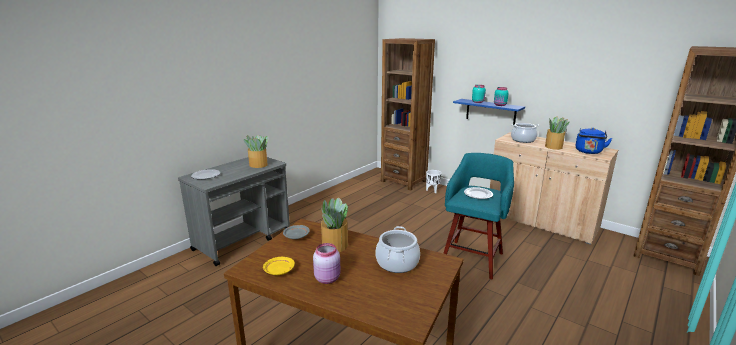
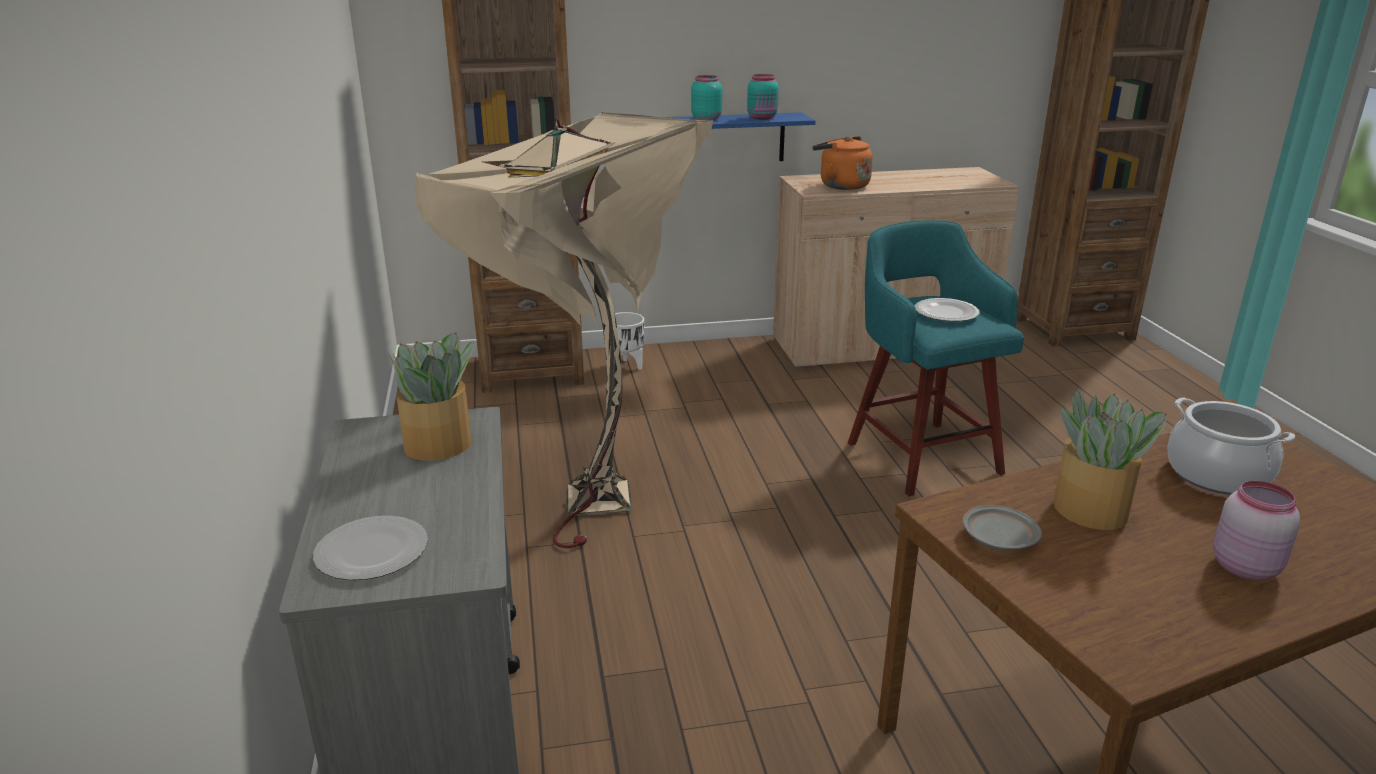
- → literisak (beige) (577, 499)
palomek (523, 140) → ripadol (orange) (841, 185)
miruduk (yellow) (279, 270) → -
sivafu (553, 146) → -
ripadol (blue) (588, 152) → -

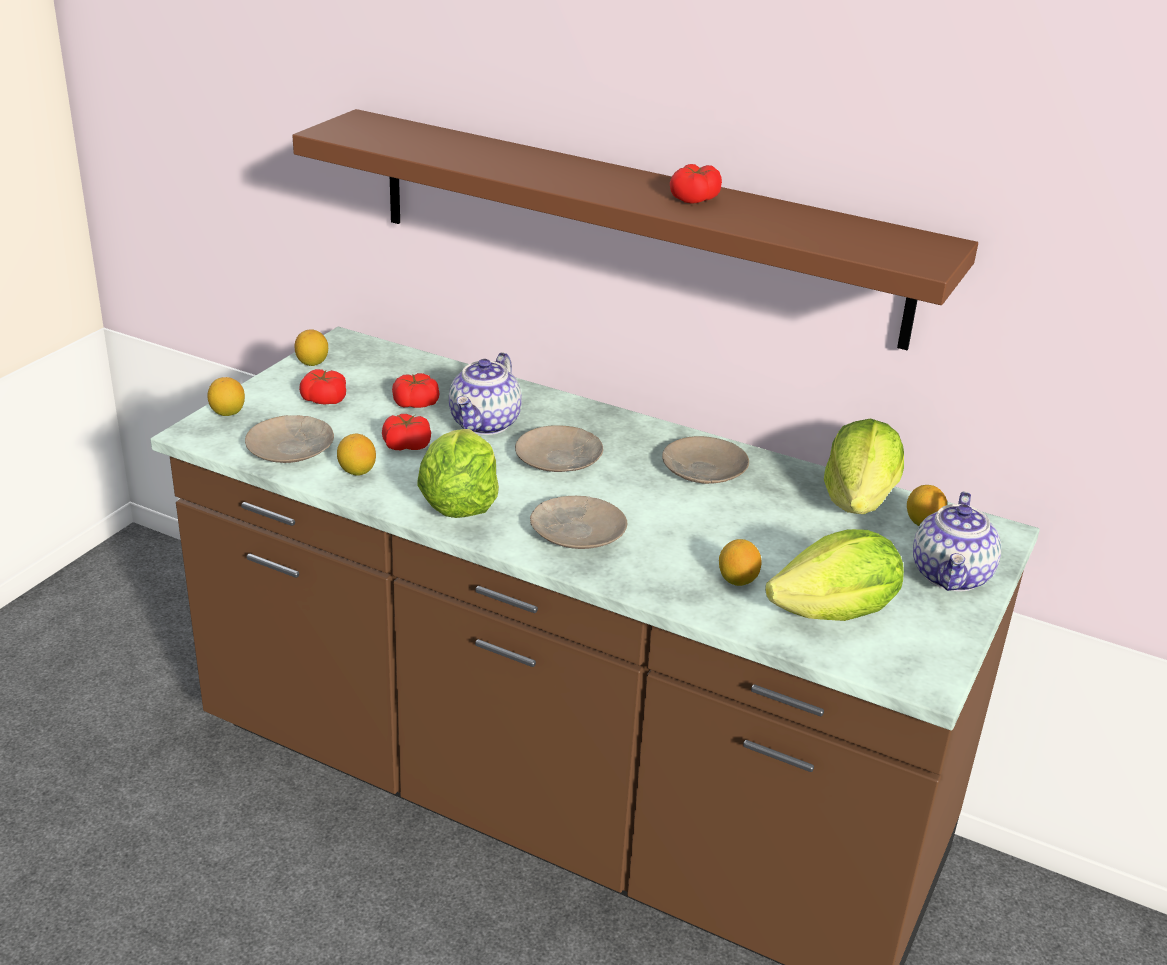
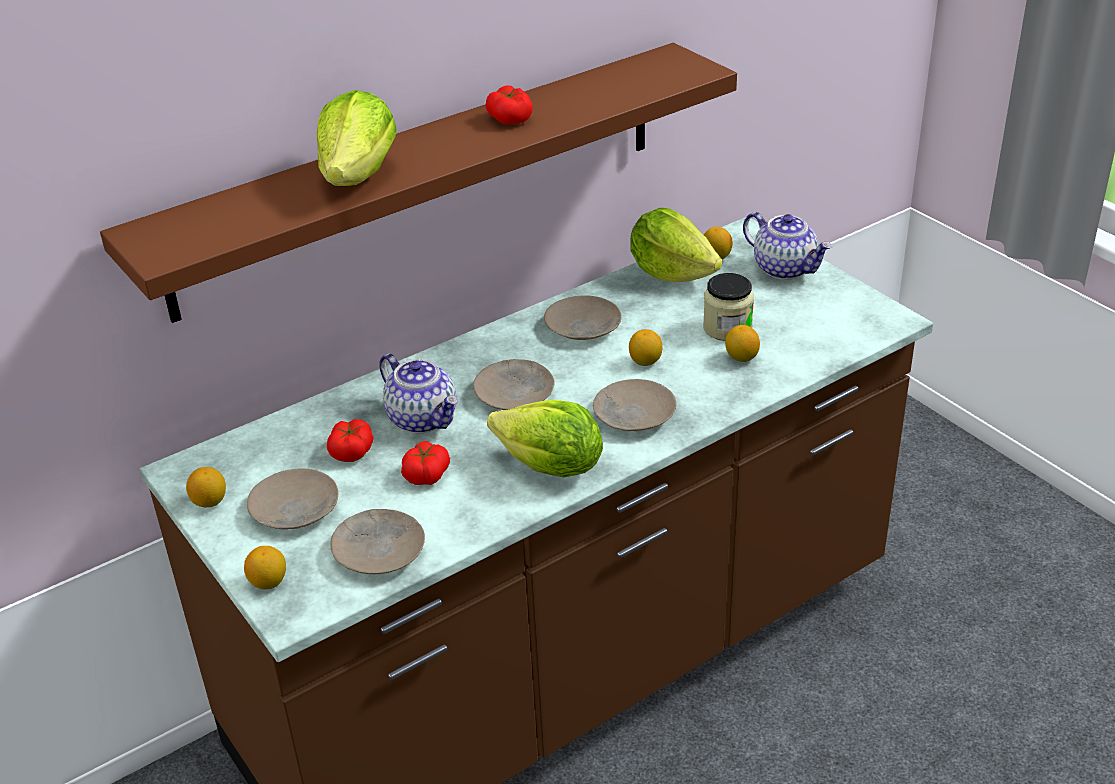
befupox (324, 399) → miruduk (beige) (295, 509)
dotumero (836, 614) → dotumero (359, 176), relocated
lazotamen (357, 471) → lazotamen (645, 362), relocated
- → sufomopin (727, 328)

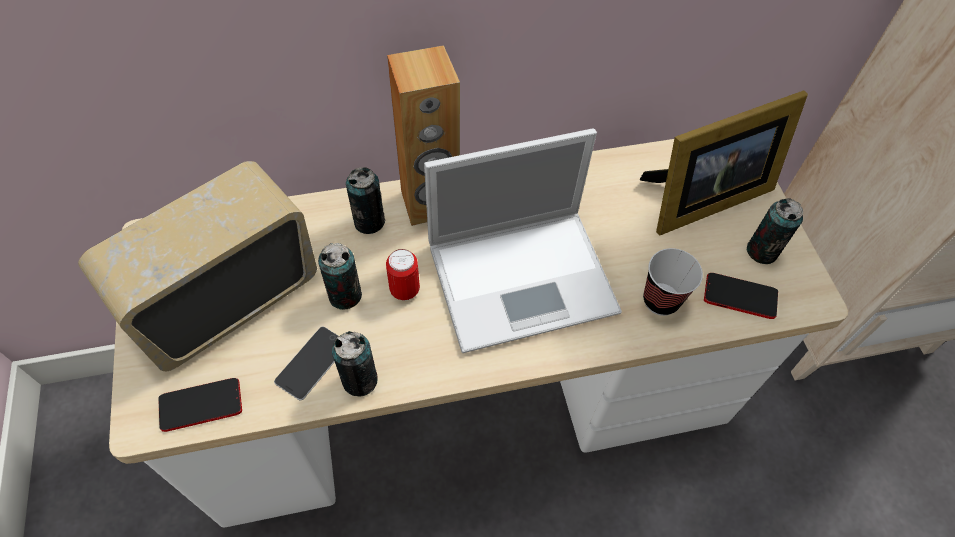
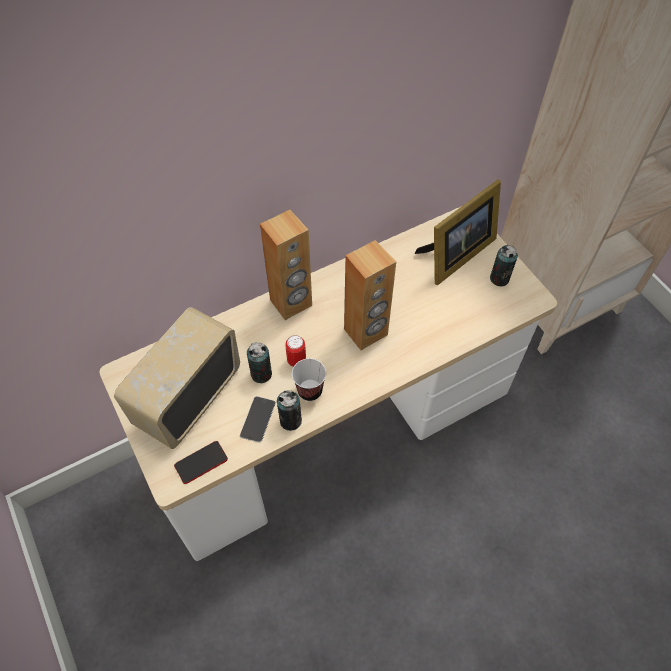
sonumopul (661, 300) → sonumopul (310, 391), relocated
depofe (525, 277) → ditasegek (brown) (366, 332)
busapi (369, 221) → -
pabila (740, 296) → -

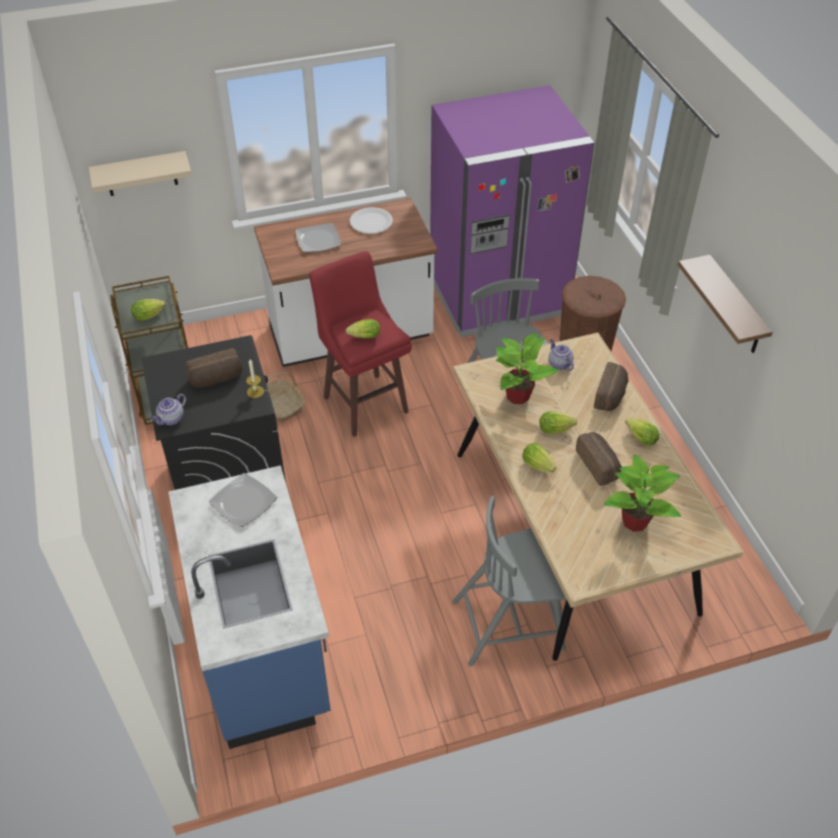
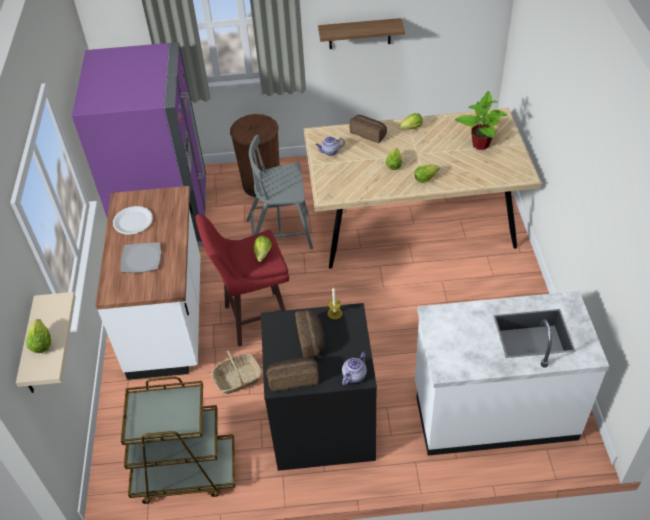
dotumero (150, 315) → dotumero (41, 341), relocated
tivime (599, 465) → tivime (293, 378), relocated
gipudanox (171, 419) → gipudanox (354, 375), 105 degrees counterclockwise
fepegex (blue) (264, 649) → fepegex (white) (493, 411)
miruduk (244, 502) → -
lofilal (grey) (510, 624) → -
sivafu (518, 395) → -

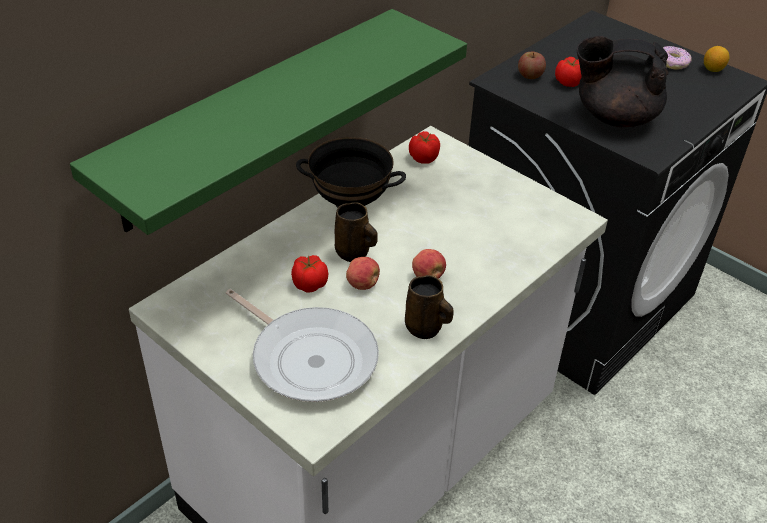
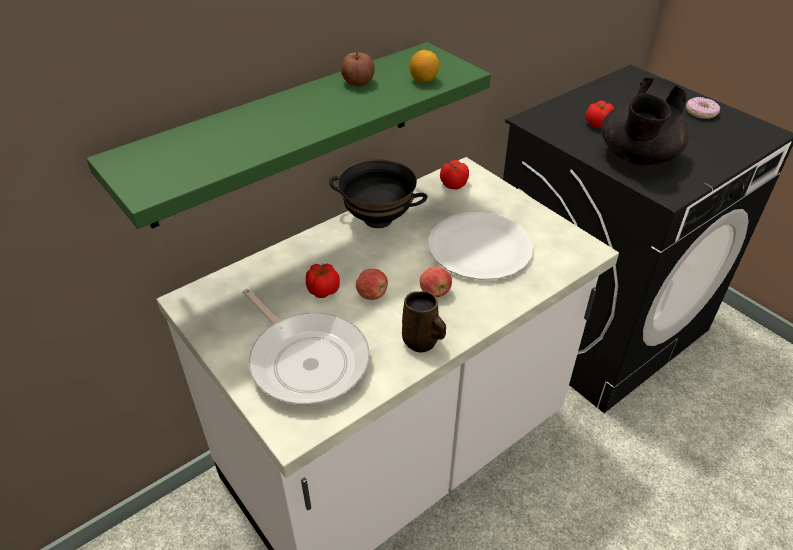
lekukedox (530, 75) → lekukedox (358, 82), relocated
lazotamen (713, 69) → lazotamen (423, 80), relocated
- → miruduk (white) (480, 248)
gipudanox (black) (614, 117) → gipudanox (black) (637, 157), 75 degrees counterclockwise
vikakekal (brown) (354, 253) → -

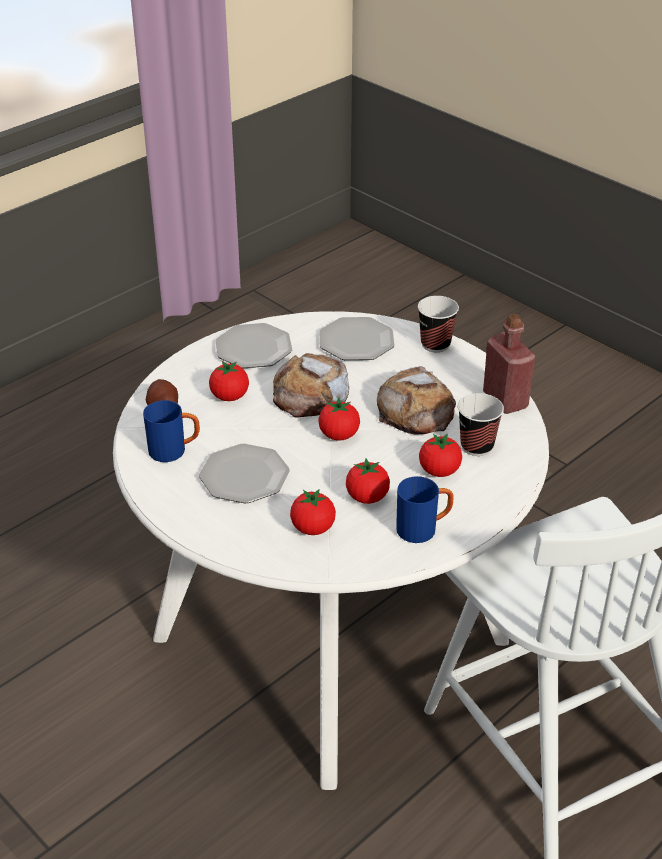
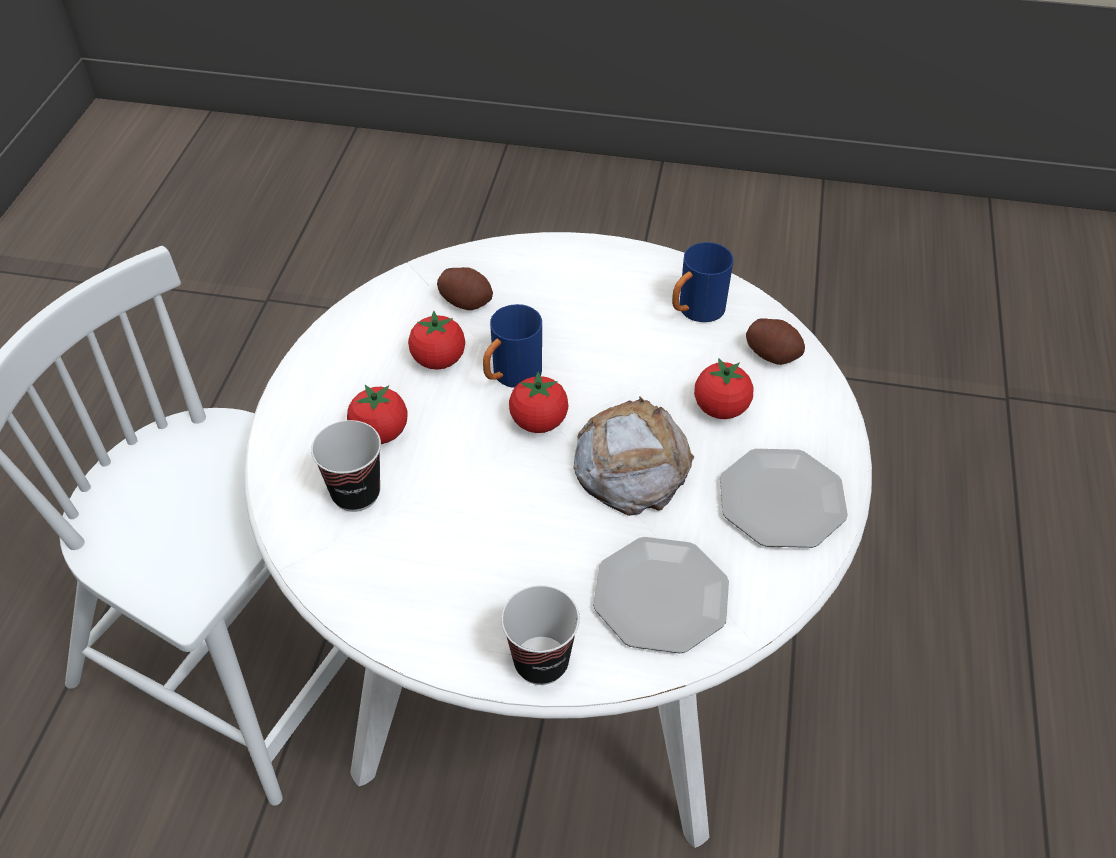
befupox (313, 528) → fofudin (466, 301)
vikakekal (blue) (423, 529) → vikakekal (blue) (510, 377), relocated
miruduk (243, 477) → -
tivime (416, 410) → -
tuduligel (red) (505, 400) → -

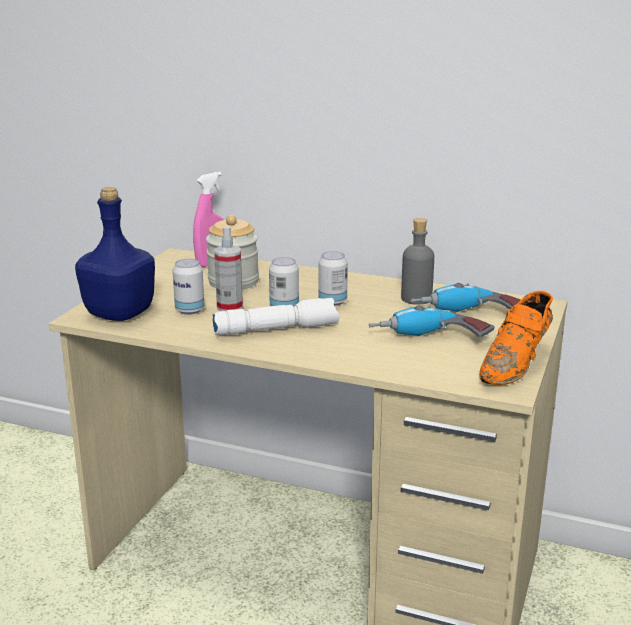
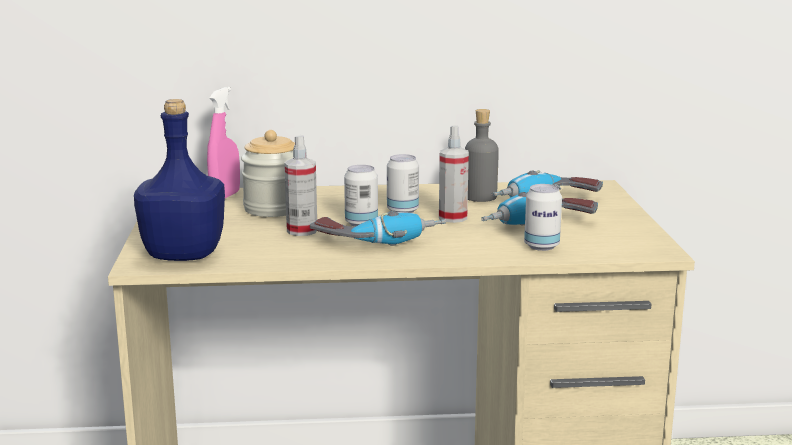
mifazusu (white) (276, 329) → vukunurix (378, 241)
- → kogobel (452, 218)
busapi (189, 310) → busapi (541, 246), relocated
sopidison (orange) (516, 365) → -

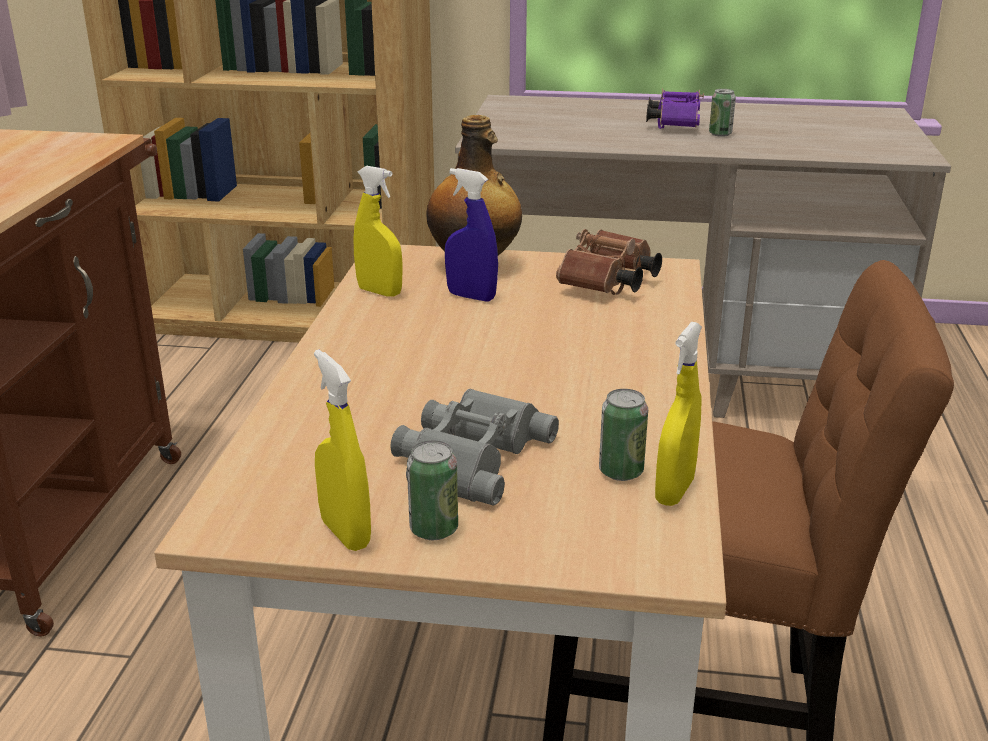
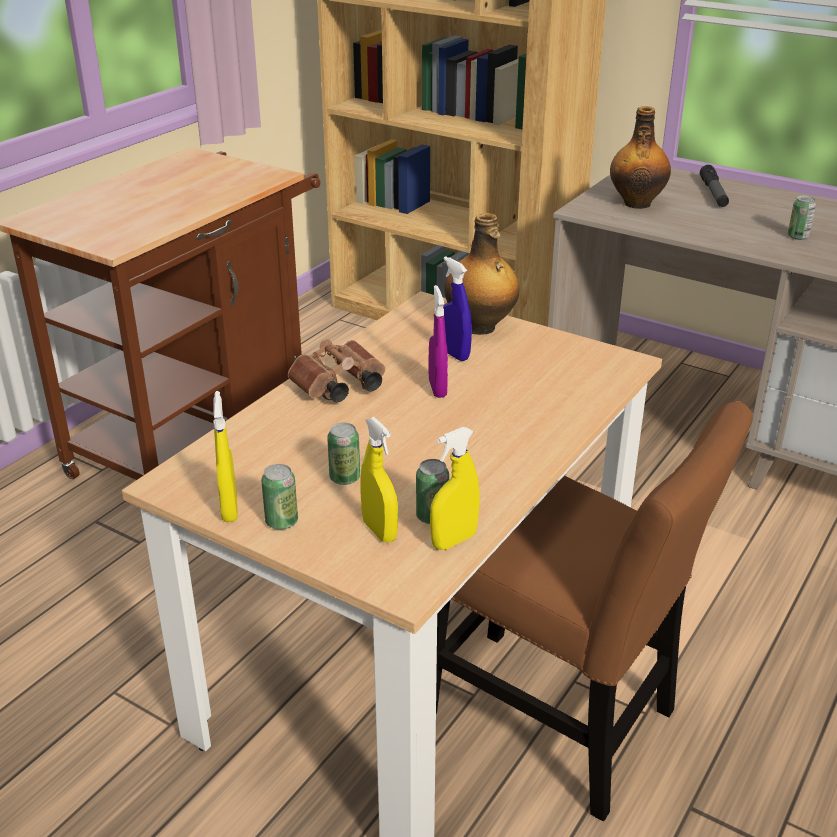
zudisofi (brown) (608, 284) → zudisofi (brown) (337, 388), relocated
zudisofi (grey) (468, 456) → busapi (345, 478)
kogobel (yellow) (379, 292) → kogobel (yellow) (379, 531), relocated
- → kogobel (purple) (437, 389)
- → tuduligel (637, 203)
- → mifazusu (713, 193)
zudisofi (purple) (674, 124) → -

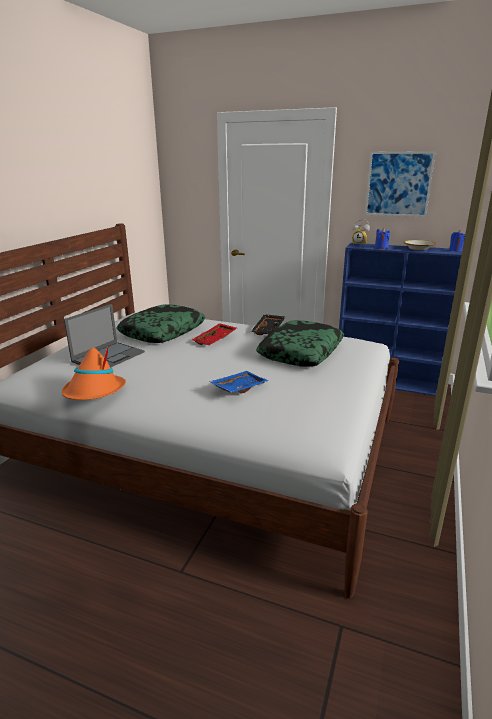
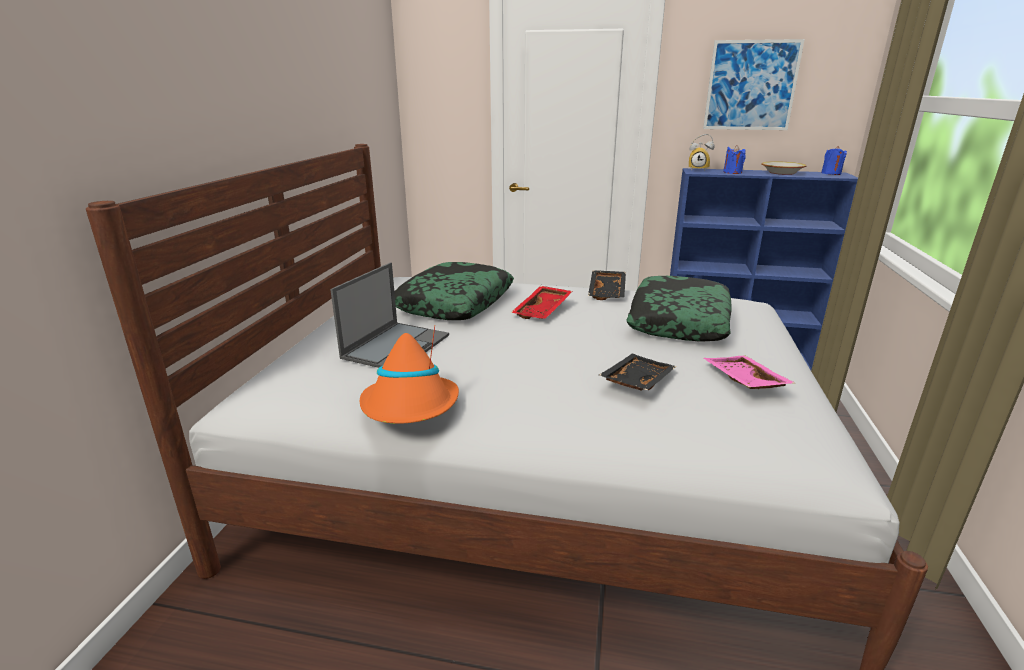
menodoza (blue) (238, 388) → menodoza (black) (636, 381)
- → menodoza (pink) (742, 381)

